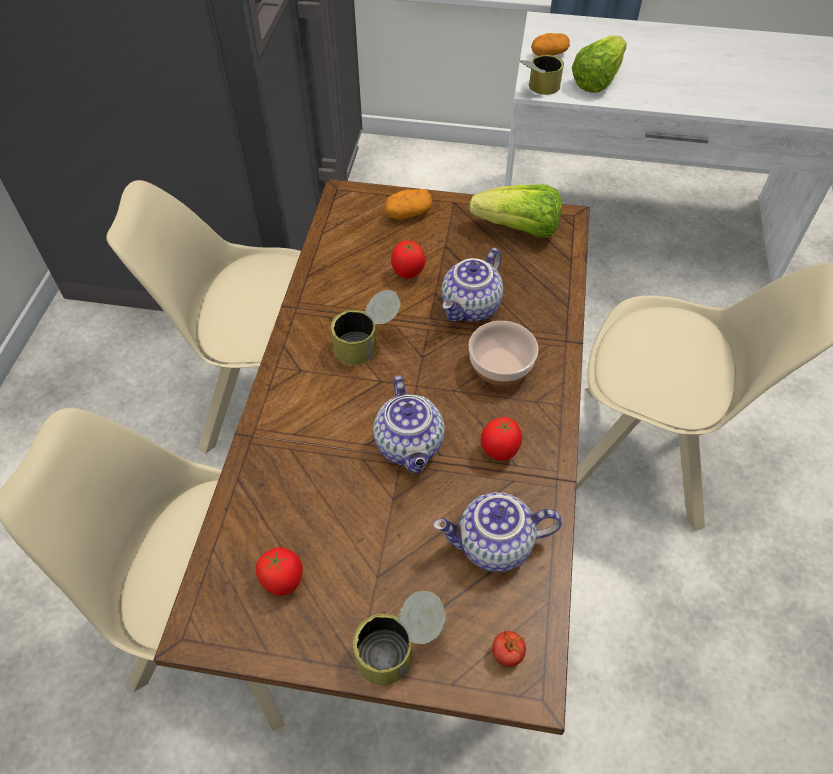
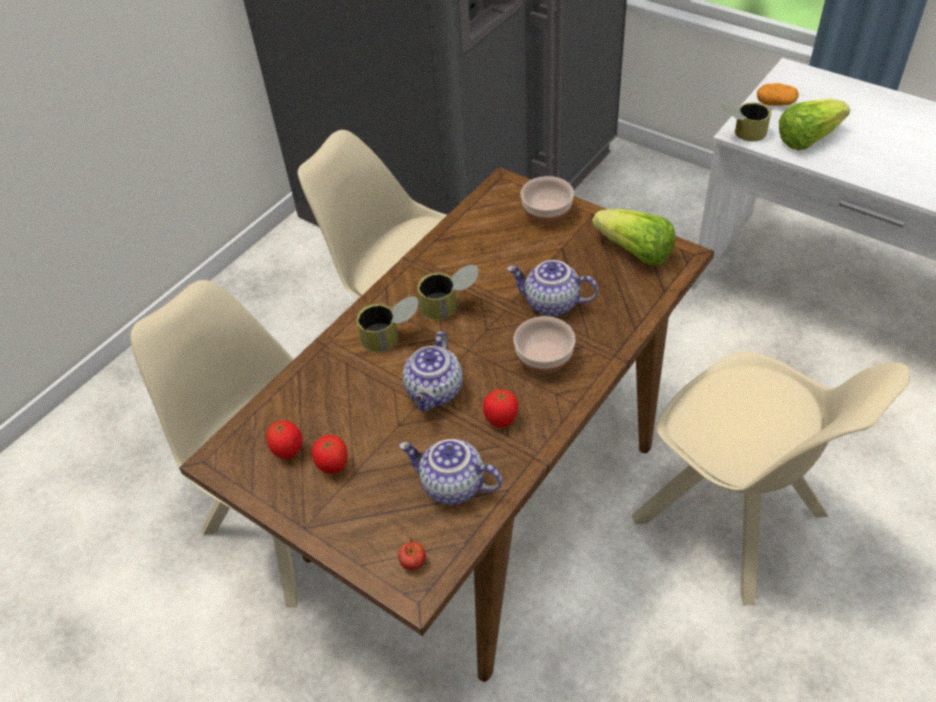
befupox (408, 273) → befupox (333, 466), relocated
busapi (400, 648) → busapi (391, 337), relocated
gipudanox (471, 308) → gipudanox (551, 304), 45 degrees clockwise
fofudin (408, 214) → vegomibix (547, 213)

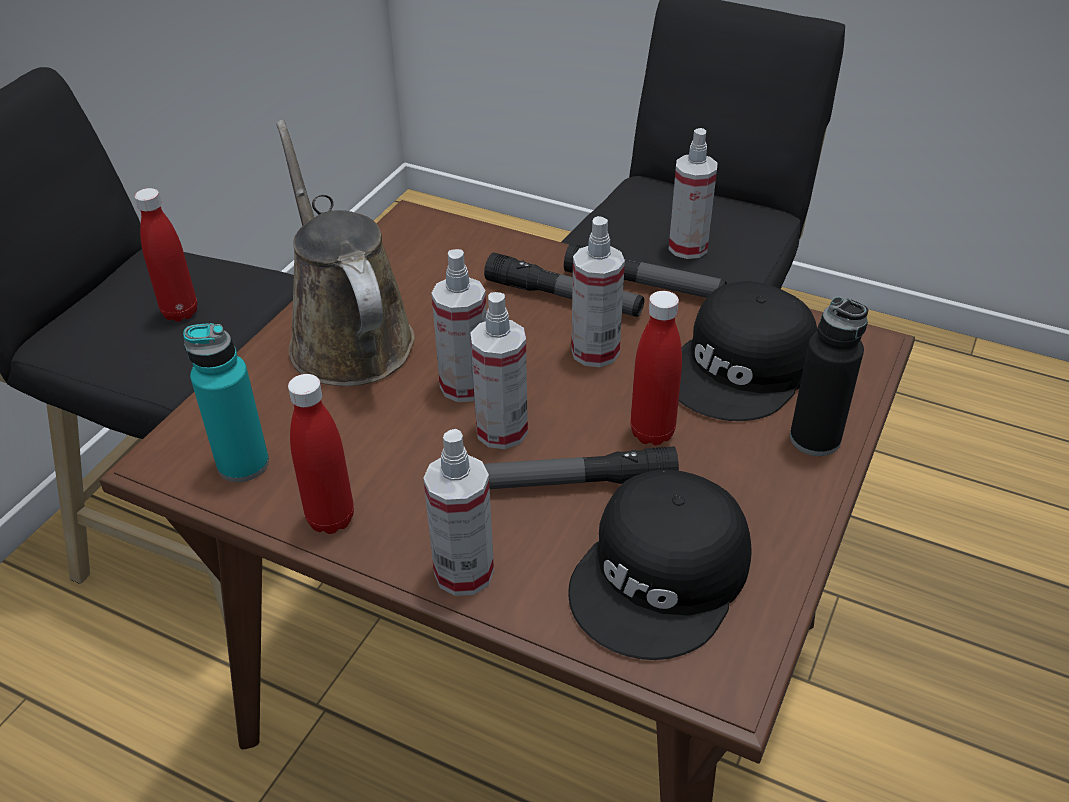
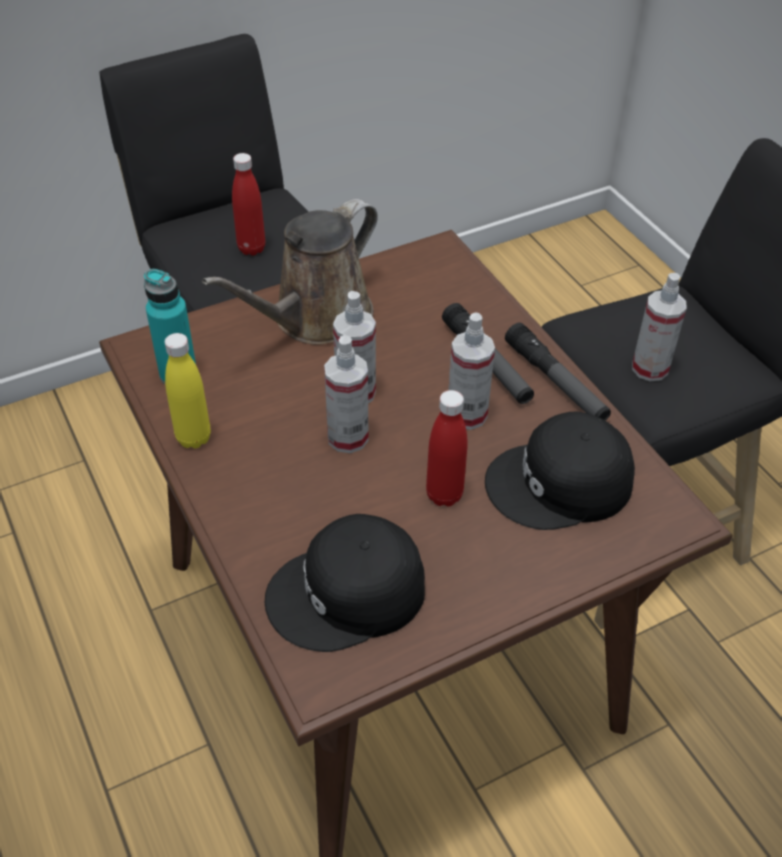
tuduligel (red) (331, 519) → tuduligel (yellow) (193, 438)
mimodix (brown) (347, 337) → mimodix (brown) (315, 319), 150 degrees counterclockwise
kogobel (464, 572) → -
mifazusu (576, 482) → -
tuduligel (black) (815, 439) → -

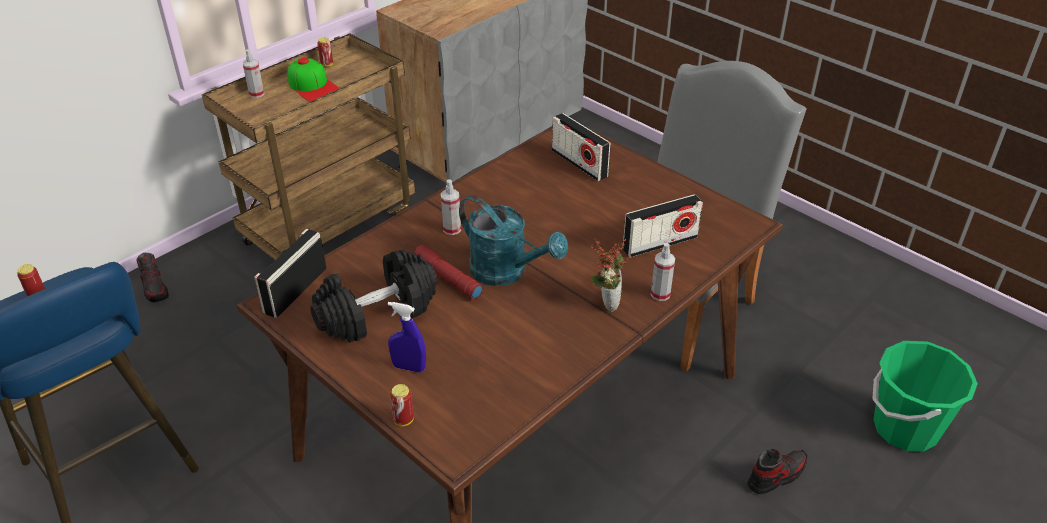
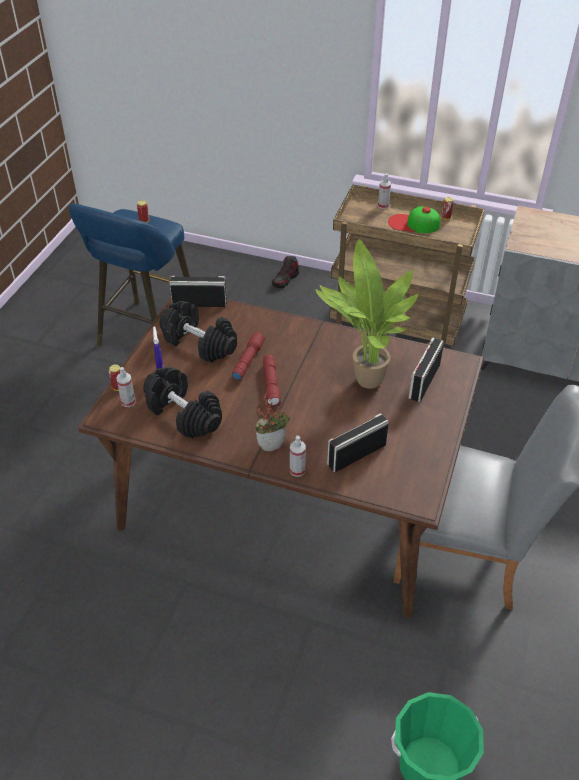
kogobel (452, 229) → kogobel (128, 402), relocated
- → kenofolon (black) (183, 414)
mimodix (turquoise) (507, 272) → mifazusu (red) (271, 386)
- → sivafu (364, 381)
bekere (660, 243) → bekere (356, 455), 105 degrees clockwise
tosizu (313, 86) → tosizu (413, 224), 75 degrees clockwise
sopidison (776, 476) → -

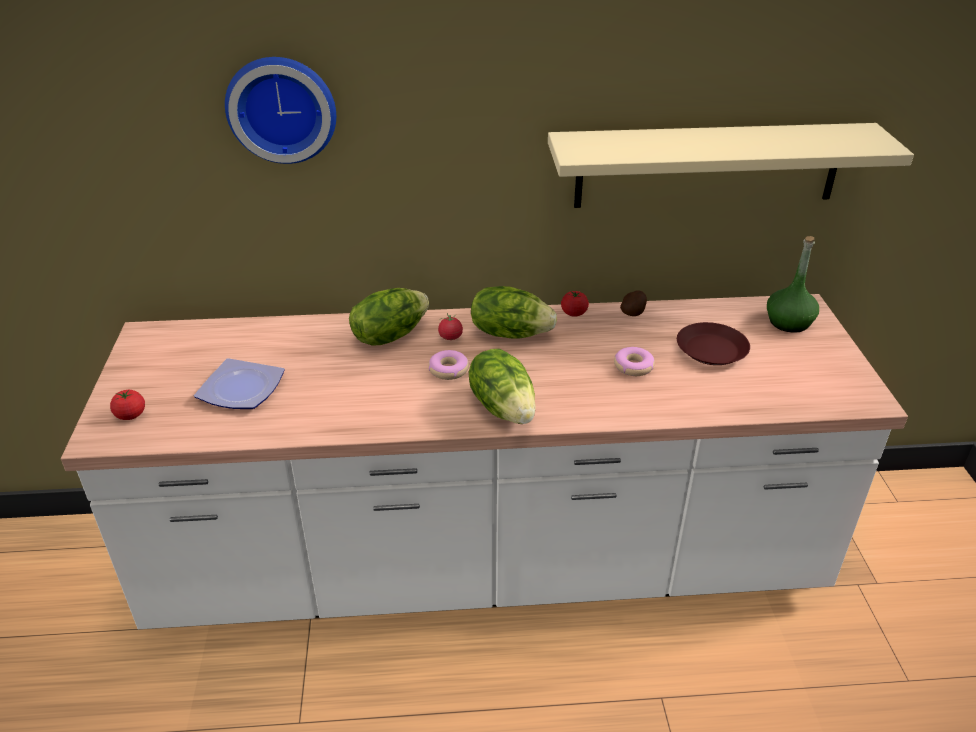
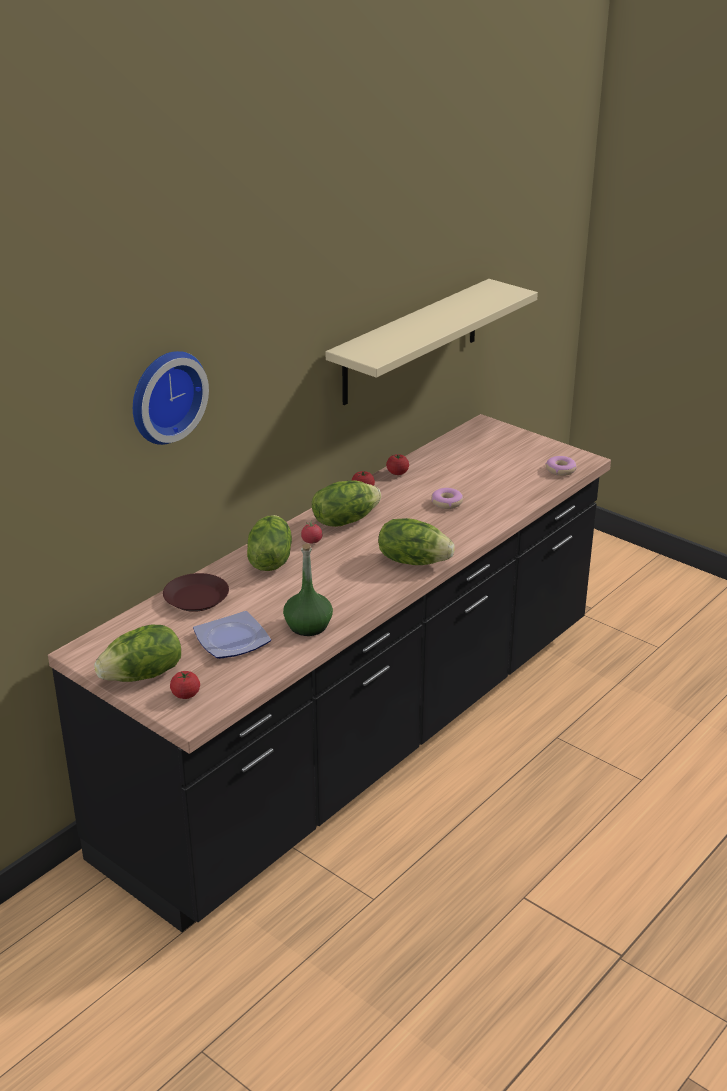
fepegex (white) (488, 563) → fepegex (black) (363, 737)
- → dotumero (143, 675)
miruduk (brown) (710, 350) → miruduk (brown) (195, 598), relocated
tuduligel (green) (788, 322) → tuduligel (green) (308, 626), relocated
fofudin (633, 312) → befupox (397, 473)
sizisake (448, 370) → sizisake (560, 470), relocated

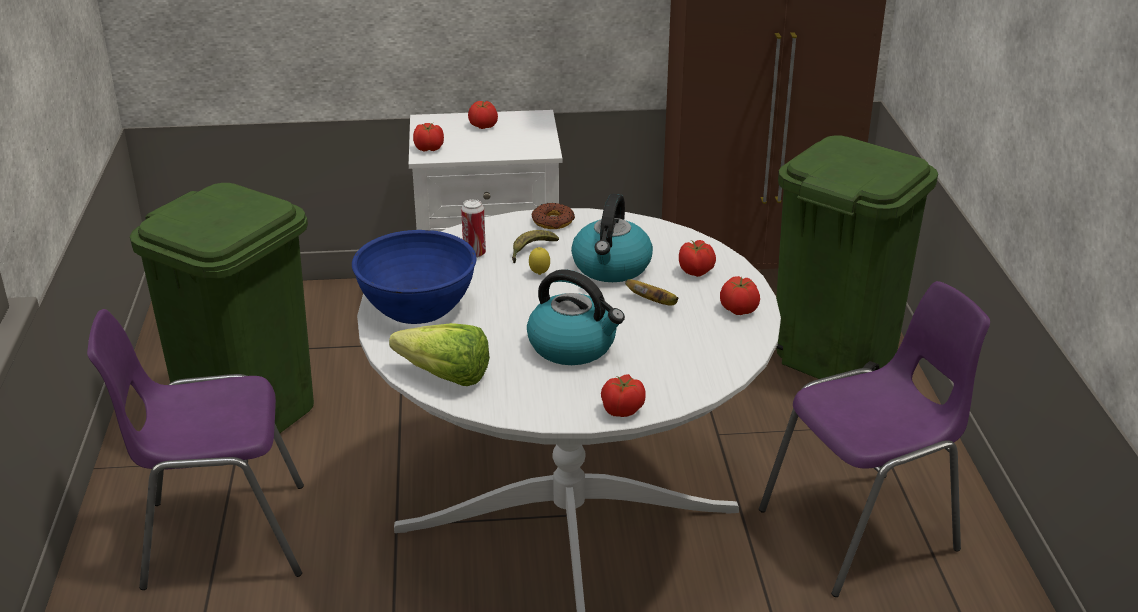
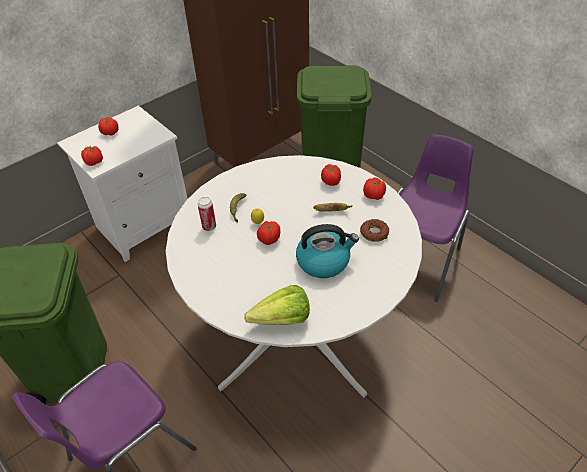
befupox (622, 410) → befupox (269, 239), relocated
sizisake (553, 221) → sizisake (374, 233), relocated
vegomibix (blue) (417, 307) → -
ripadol (611, 267) → -

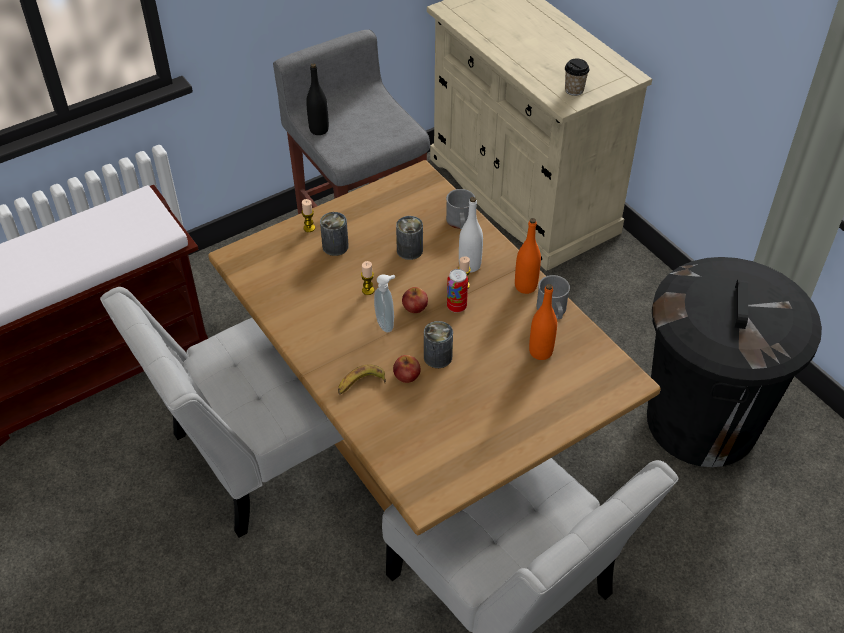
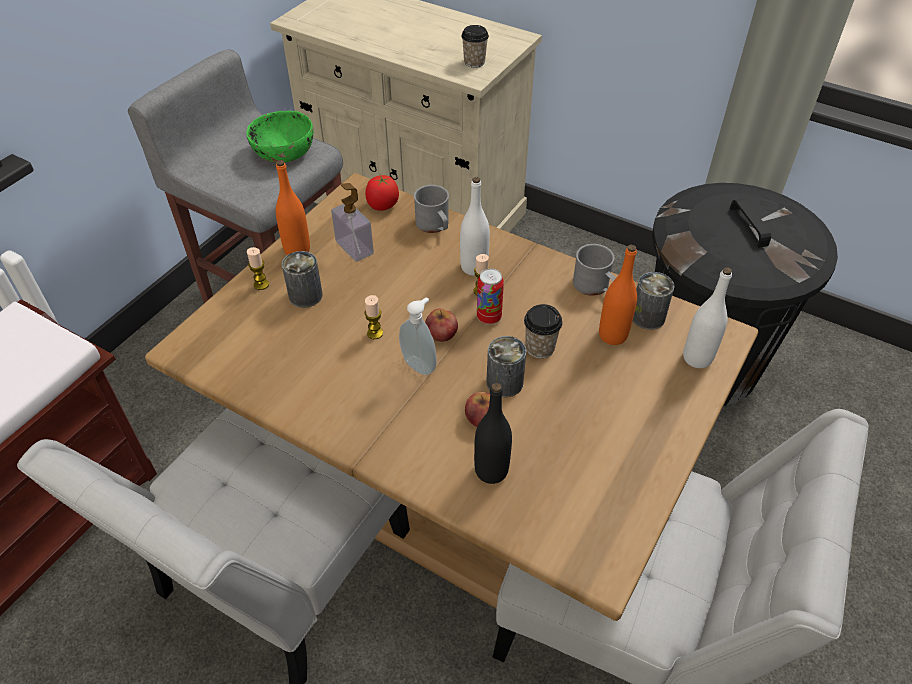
- → vegomibix (green) (283, 152)
tuduligel (orange) (525, 286) → tuduligel (orange) (297, 250), relocated
- → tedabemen (354, 247)
- → befupox (382, 205)
tuduligel (black) (319, 130) → tuduligel (black) (491, 470), relocated
- → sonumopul (540, 348)
busapi (409, 250) → busapi (647, 317), relocated
- → tuduligel (white) (697, 358)
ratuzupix (360, 384) → -

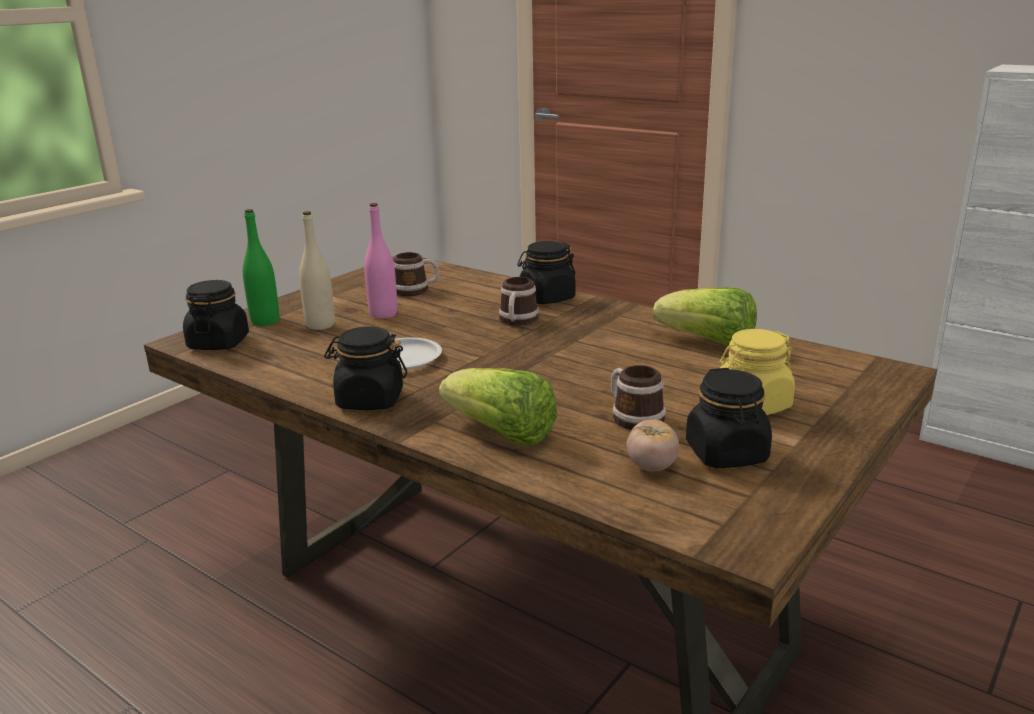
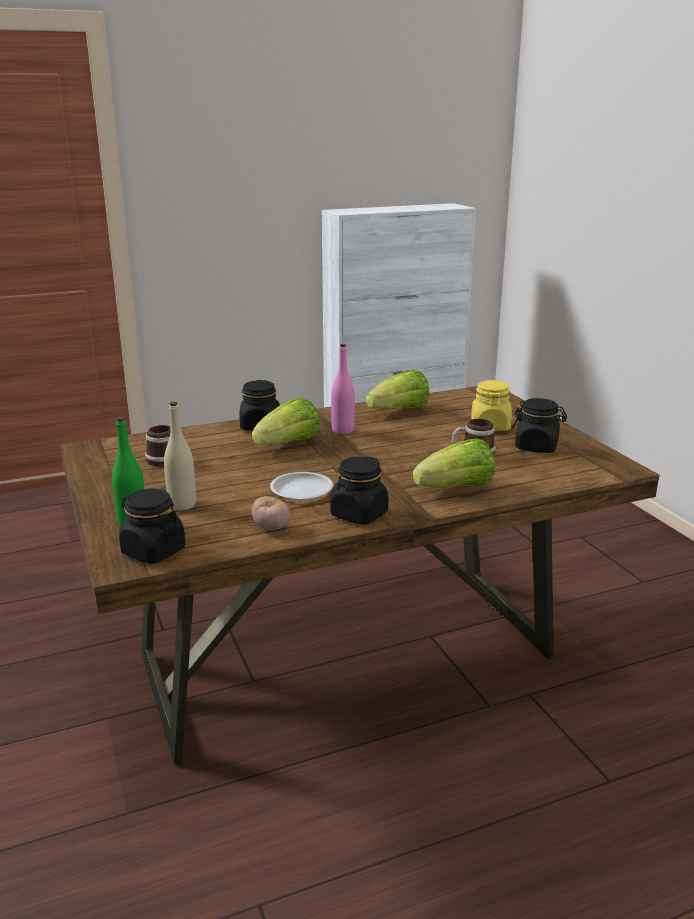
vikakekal (517, 321) → dotumero (288, 444)
befupox (652, 466) → befupox (271, 527), relocated
tuduligel (pink) (383, 314) → tuduligel (pink) (343, 430), relocated

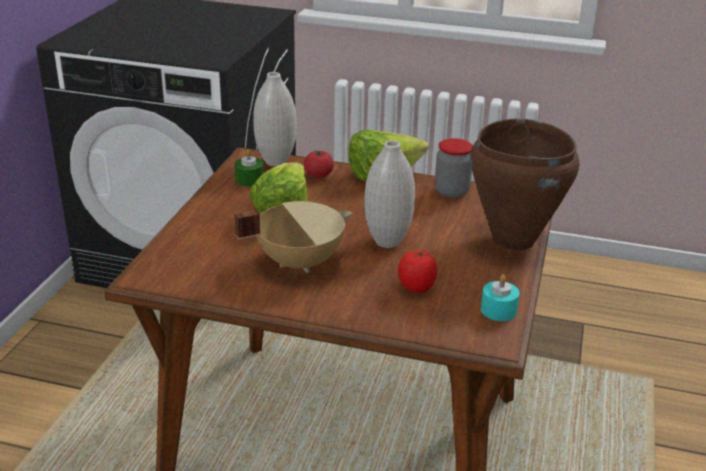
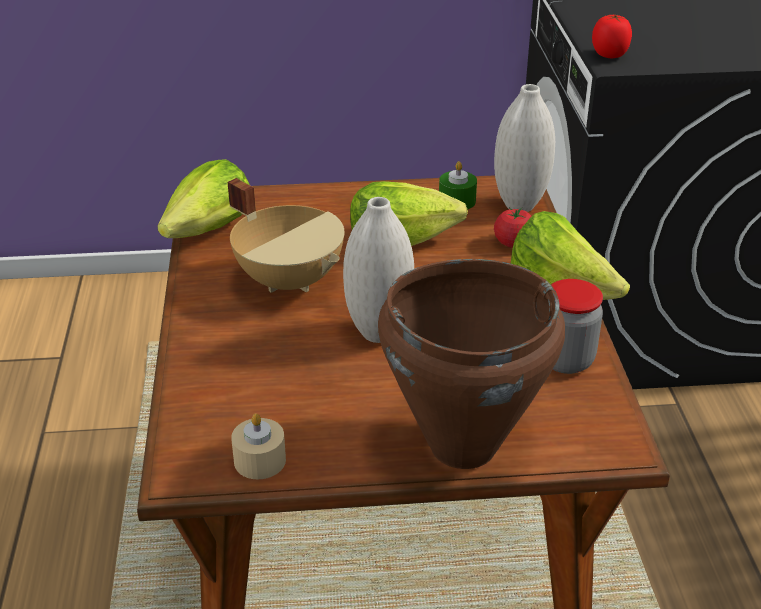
- → dotumero (210, 230)
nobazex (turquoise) (498, 310) → nobazex (beige) (260, 460)
befupox (416, 288) → befupox (609, 55), relocated

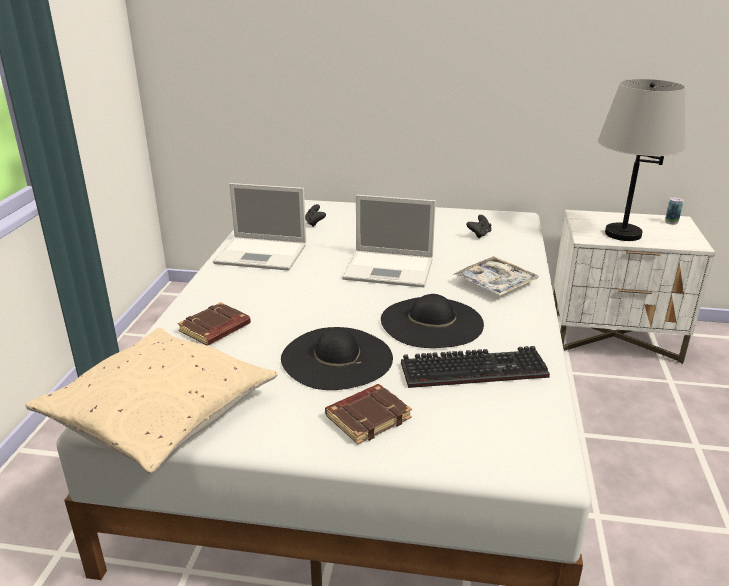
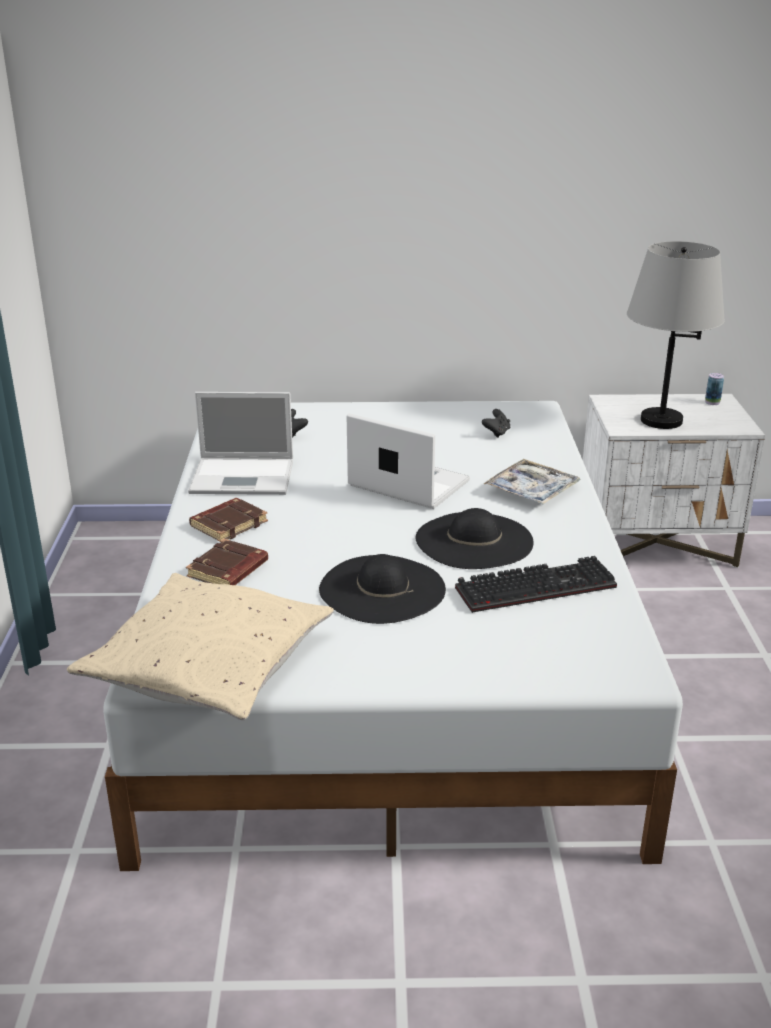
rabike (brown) (368, 417) → rabike (brown) (229, 524), relocated
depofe (390, 269) → depofe (406, 483), 150 degrees counterclockwise

